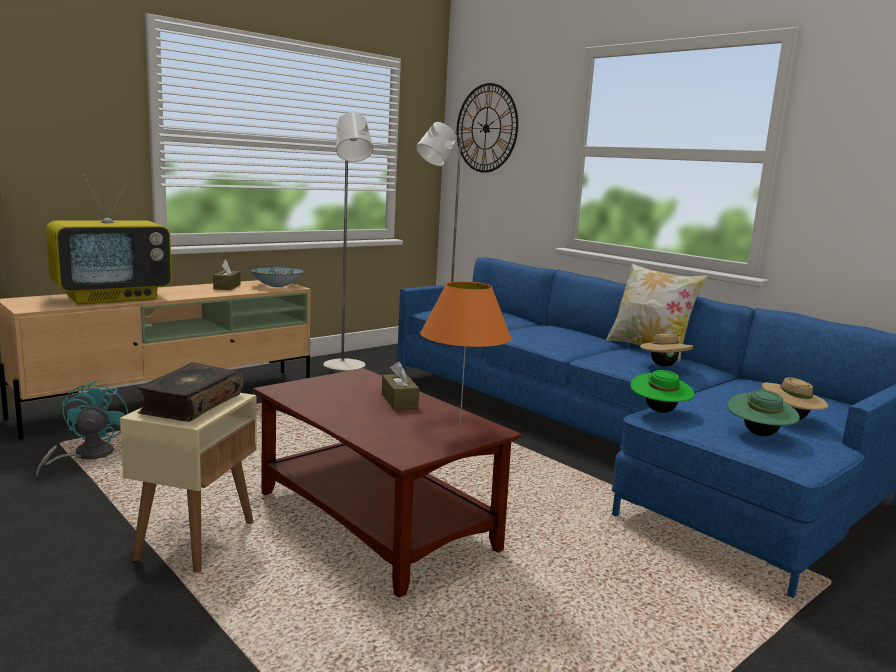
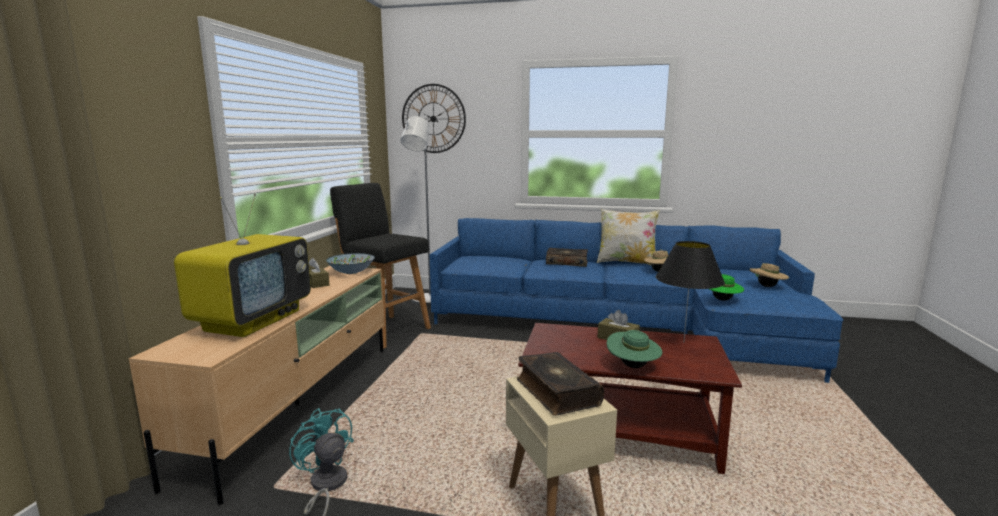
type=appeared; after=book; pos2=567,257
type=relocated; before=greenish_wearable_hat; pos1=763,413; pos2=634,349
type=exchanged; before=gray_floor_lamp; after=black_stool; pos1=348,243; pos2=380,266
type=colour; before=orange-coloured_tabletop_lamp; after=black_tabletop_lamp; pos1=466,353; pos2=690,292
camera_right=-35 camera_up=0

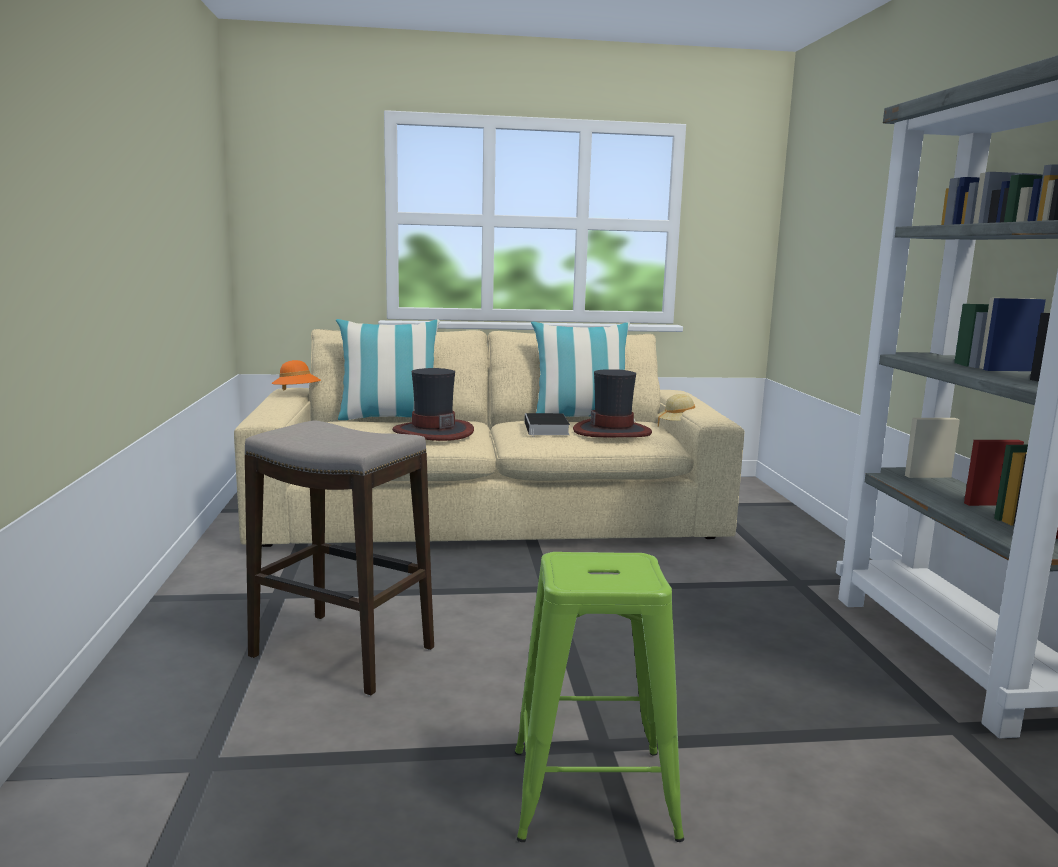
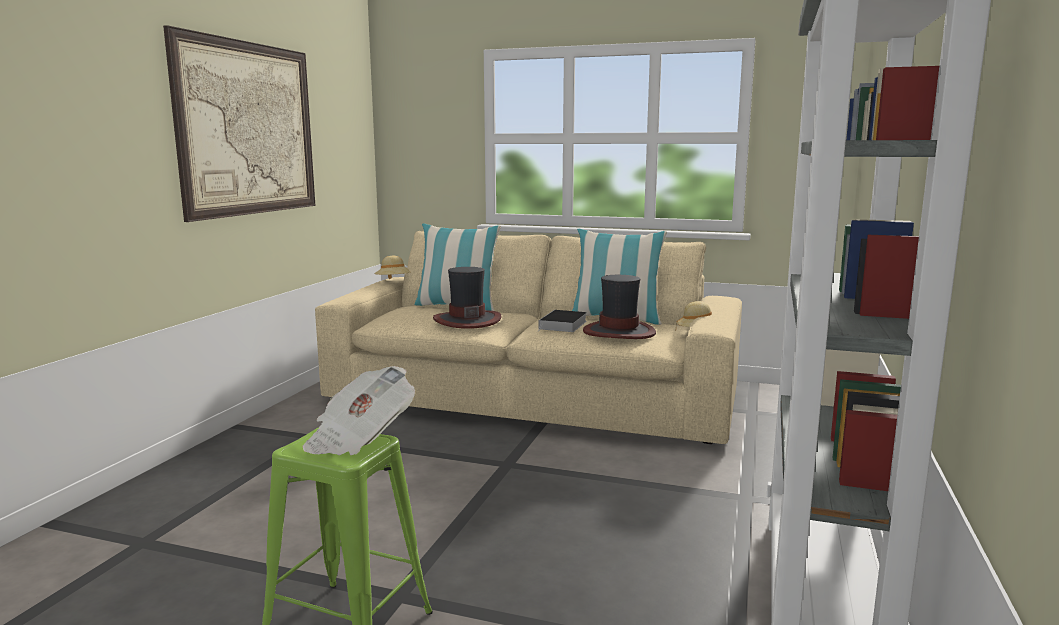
type=missing; before=stool; pos1=339,558
type=appeared; after=picture; pos2=239,123
type=appeared; after=printed_paper; pos2=359,410
type=colour; before=orange-coloured_wearable_hat; after=beige_wearable_hat; pos1=296,375; pos2=392,267
camera_right=25 camera_up=0

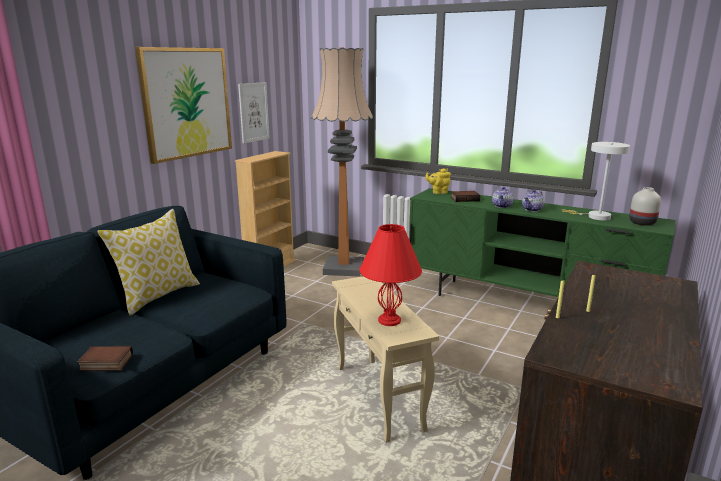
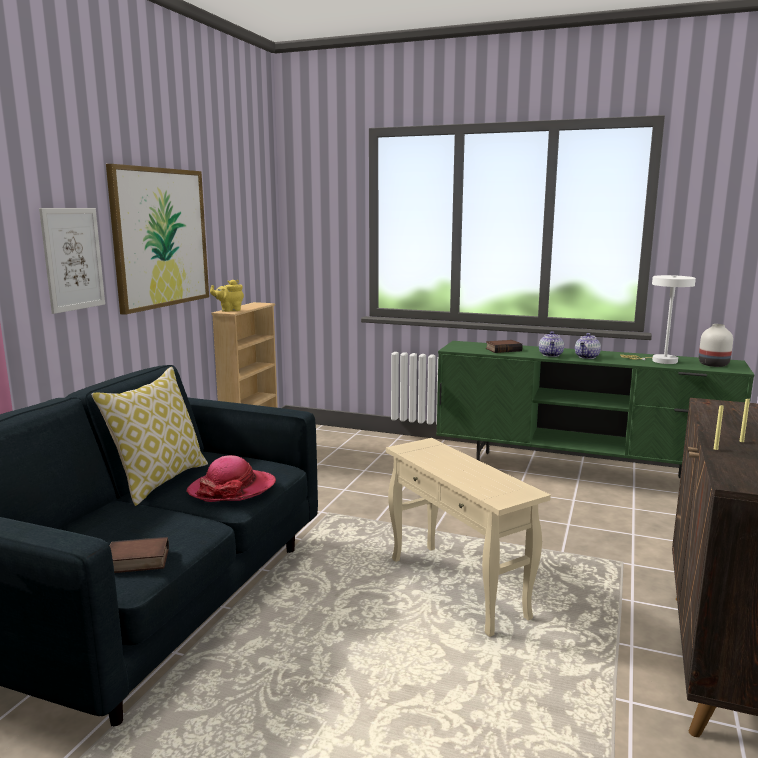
type=missing; before=floor_lamp; pos1=342,162
type=missing; before=red-coloured_tabletop_lamp; pos1=390,275
type=appeared; after=wearable_hat; pos2=231,478
type=relocated; before=picture; pos1=254,113; pos2=72,261
type=relocated; before=yellow_tea_pot; pos1=438,181; pos2=227,295
camera_right=-10 camera_up=-5

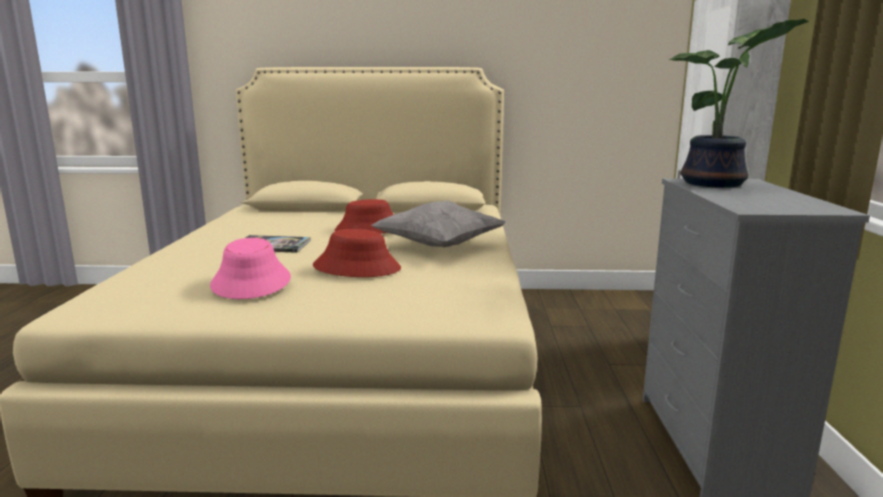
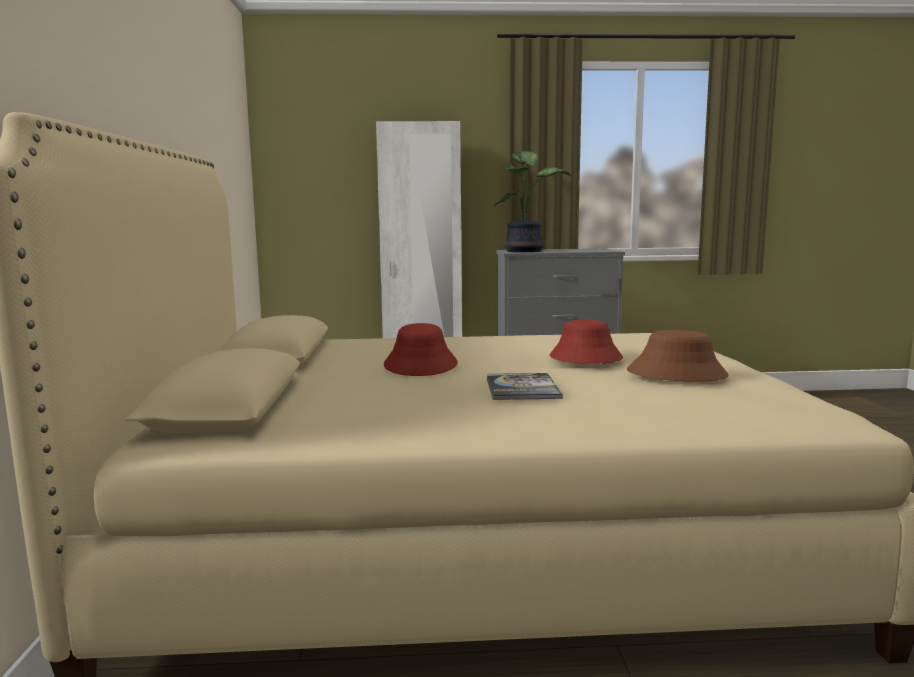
type=missing; before=gray_throw_pillow; pos1=438,223
type=colour; before=pinkish_wearable_hat; after=brown-coloured_wearable_hat; pos1=250,268; pos2=678,356
camera_right=-95 camera_up=-5

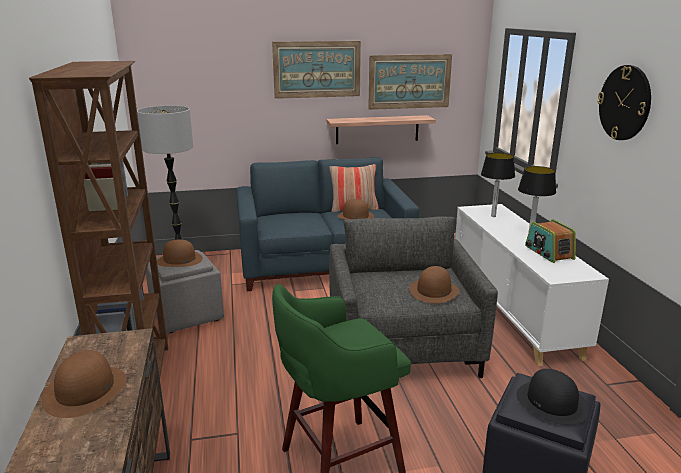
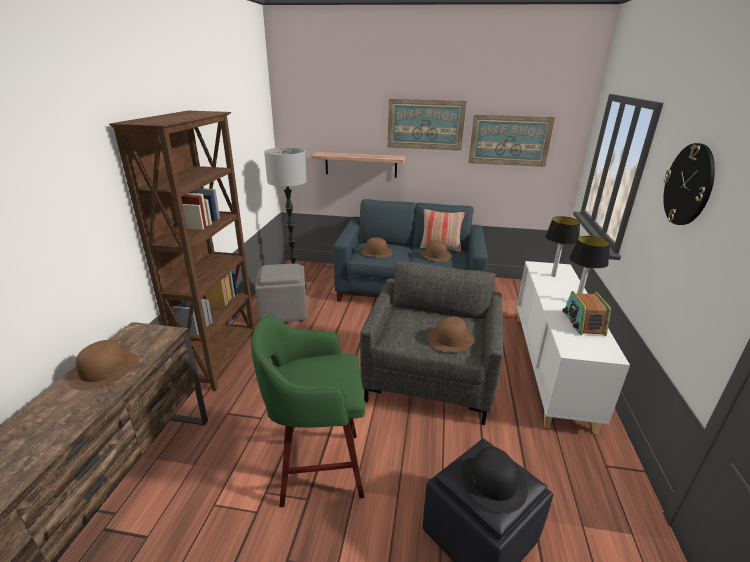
type=relocated; before=brown-coloured_wearable_hat; pos1=180,253; pos2=376,247
type=relocated; before=wall_shelf; pos1=381,129; pos2=359,165
camera_right=20 camera_up=5

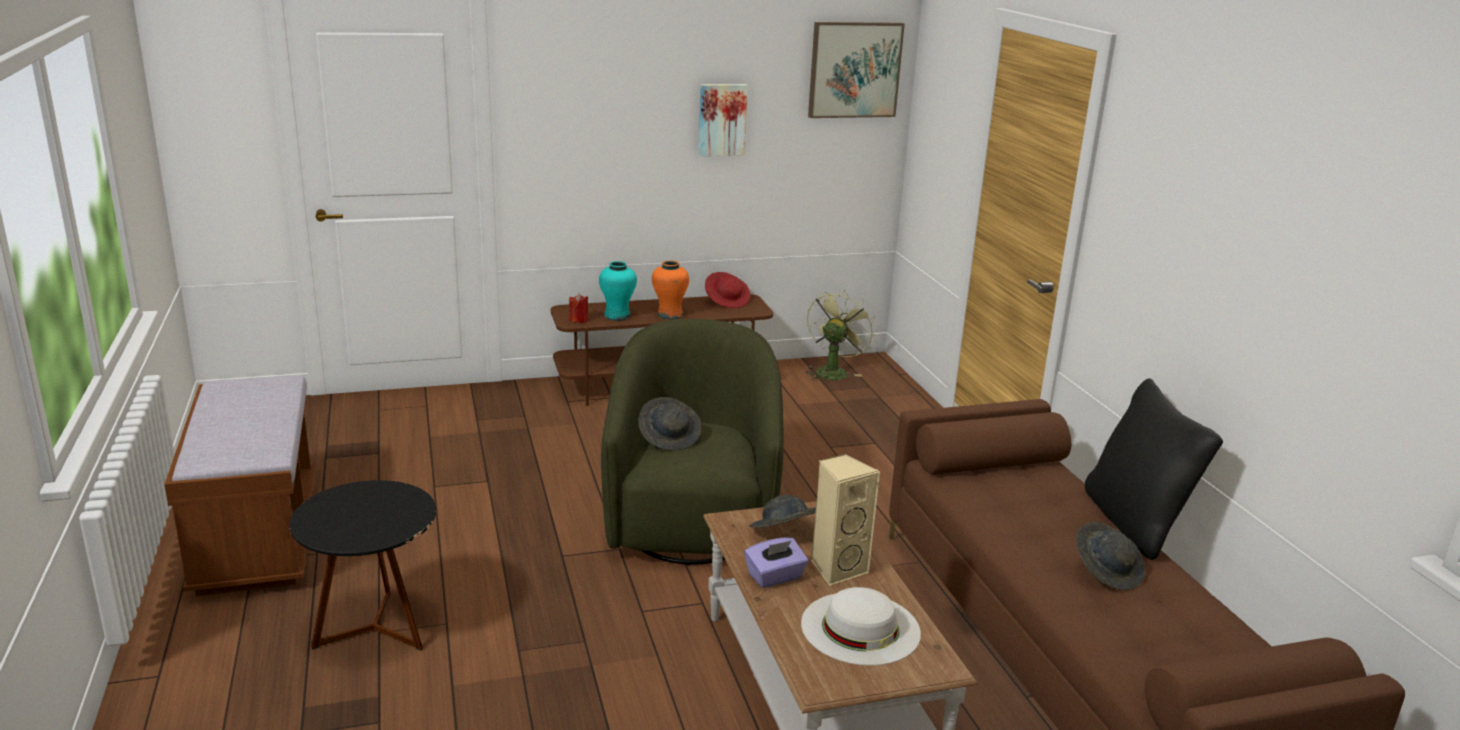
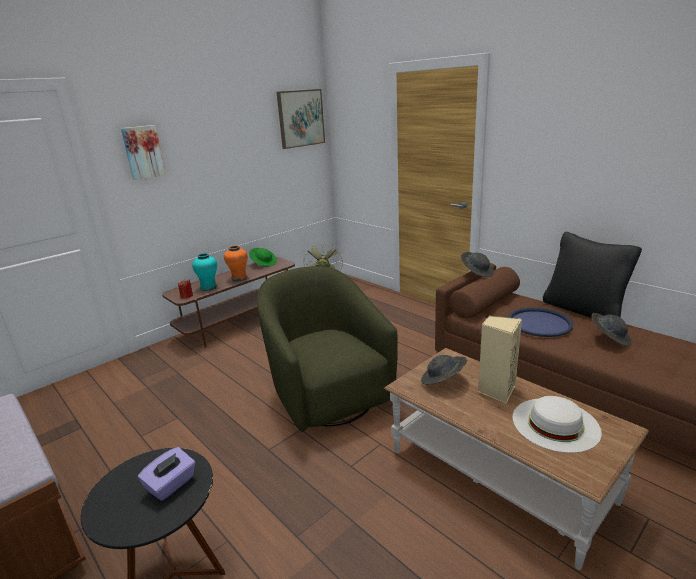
type=appeared; after=blue_carrying_tray; pos2=540,322
type=relocated; before=gray_wearable_hat; pos1=669,424; pos2=477,264
type=relocated; before=picture; pos1=723,120; pos2=143,152
type=relocated; before=purplish_box_of_tissues; pos1=776,562; pos2=166,474
type=colour; before=red-coloured_wearable_hat; after=greenish_wearable_hat; pos1=727,290; pos2=263,257
camera_right=-25 camera_up=0

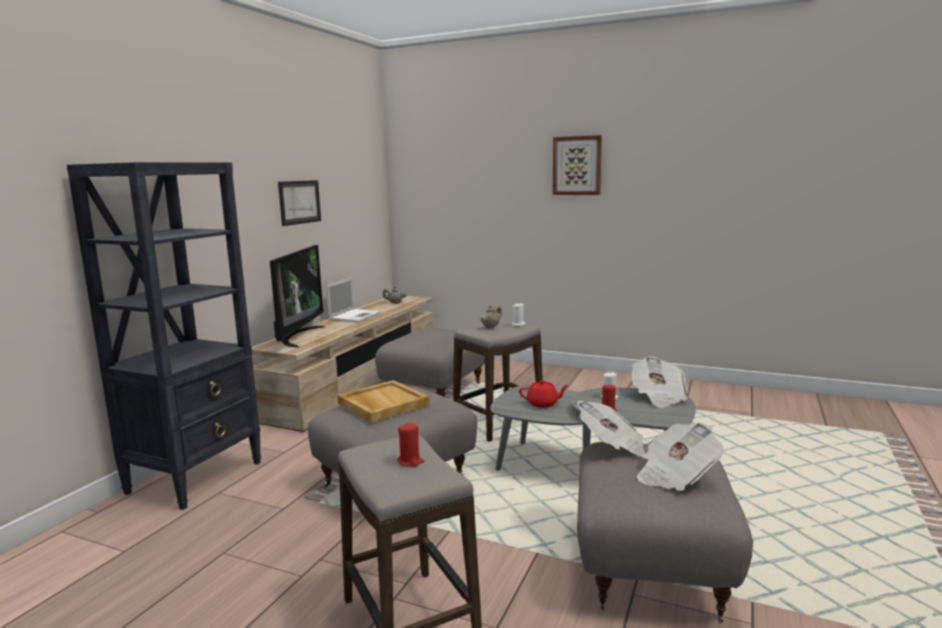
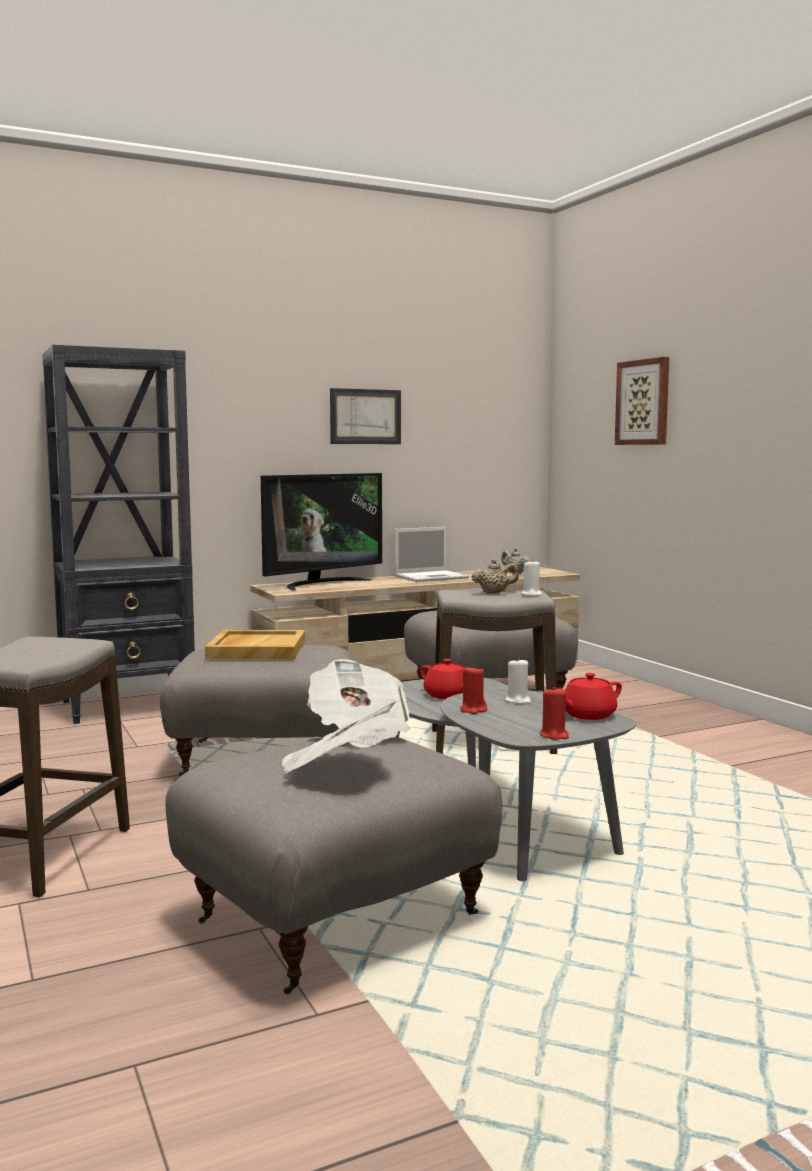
type=relocated; before=red-coloured_wax_light; pos1=410,445; pos2=554,713
type=relocated; before=picture; pos1=577,165; pos2=642,401
type=exchanged; before=printed_paper; after=red-coloured_tea_pot; pos1=659,382; pos2=587,696
camera_right=40 camera_up=-5

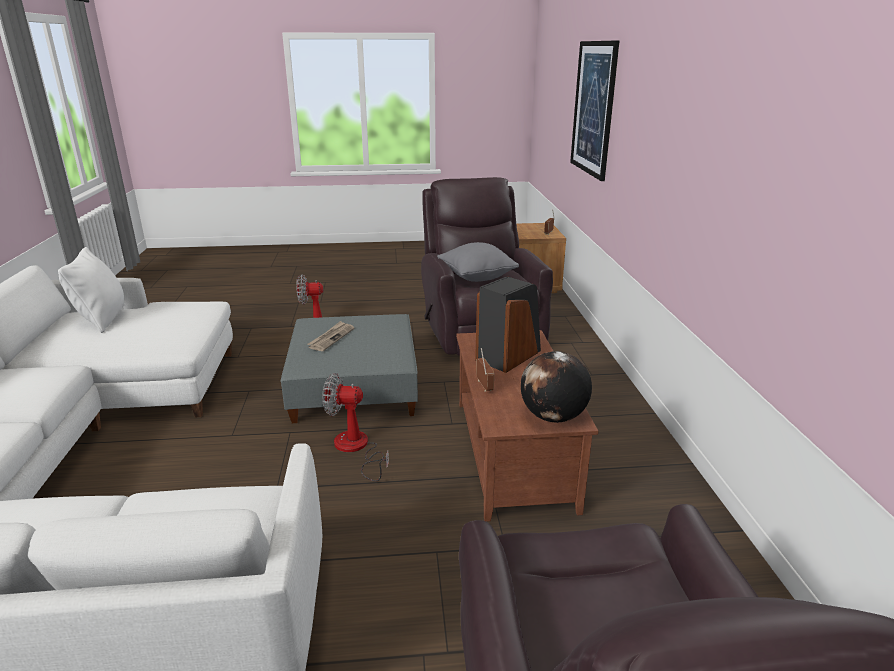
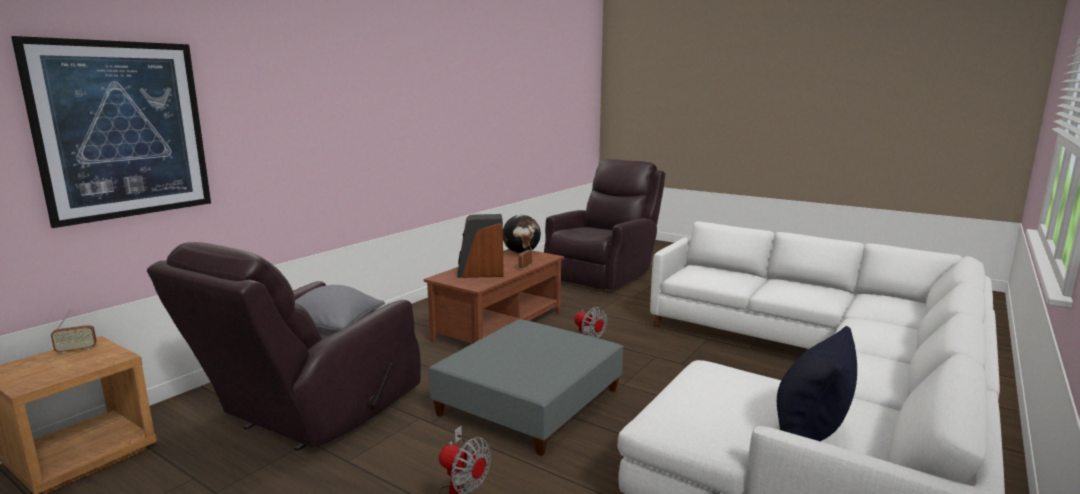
type=missing; before=printed_paper; pos1=330,336
type=colour; before=white-coloured_throw_pillow; after=black_throw_pillow; pos1=91,290; pos2=817,383
camera_right=-140 camera_up=-10

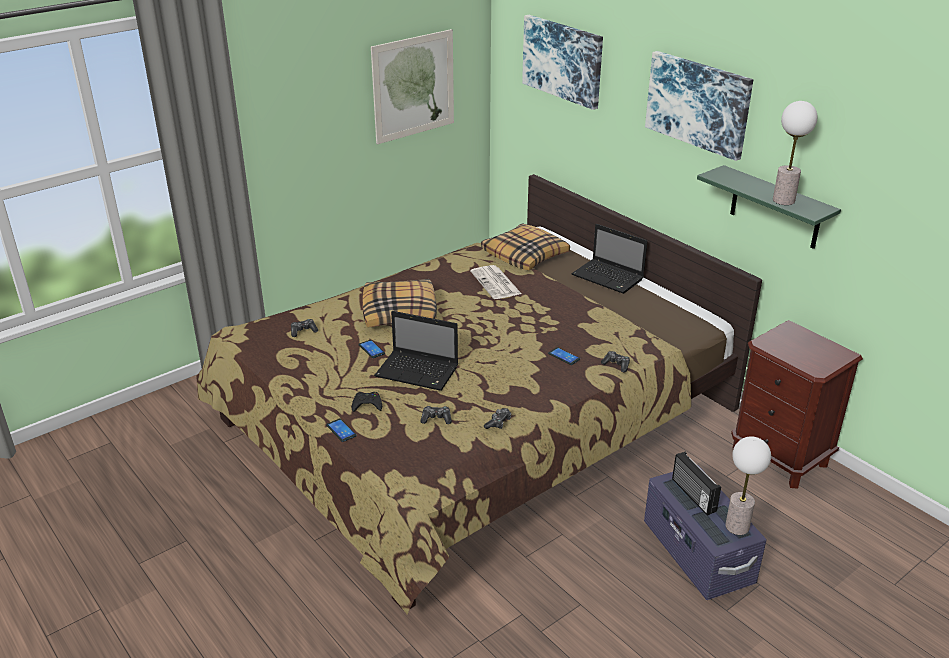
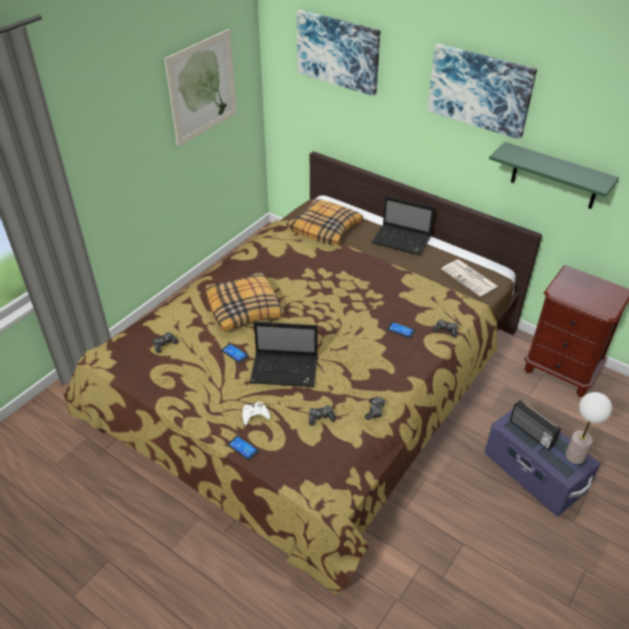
type=missing; before=tabletop_lamp; pos1=795,153
type=relocated; before=printed_paper; pos1=496,282; pos2=469,278
type=colour; before=black_joypad; after=white-coloured_joypad; pos1=367,402; pos2=256,413
camera_right=-15 camera_up=10

